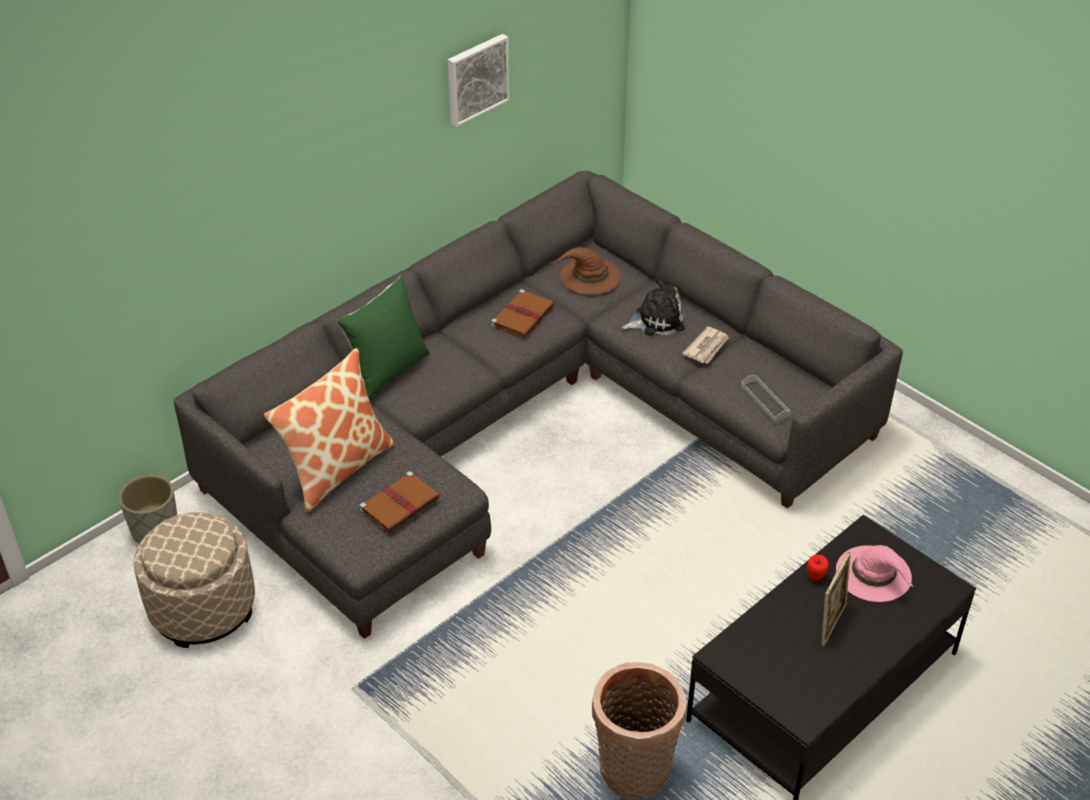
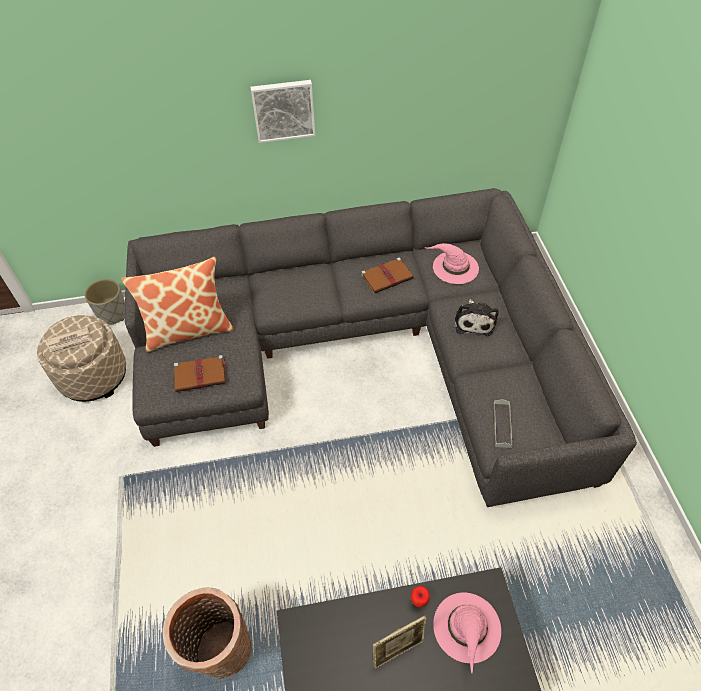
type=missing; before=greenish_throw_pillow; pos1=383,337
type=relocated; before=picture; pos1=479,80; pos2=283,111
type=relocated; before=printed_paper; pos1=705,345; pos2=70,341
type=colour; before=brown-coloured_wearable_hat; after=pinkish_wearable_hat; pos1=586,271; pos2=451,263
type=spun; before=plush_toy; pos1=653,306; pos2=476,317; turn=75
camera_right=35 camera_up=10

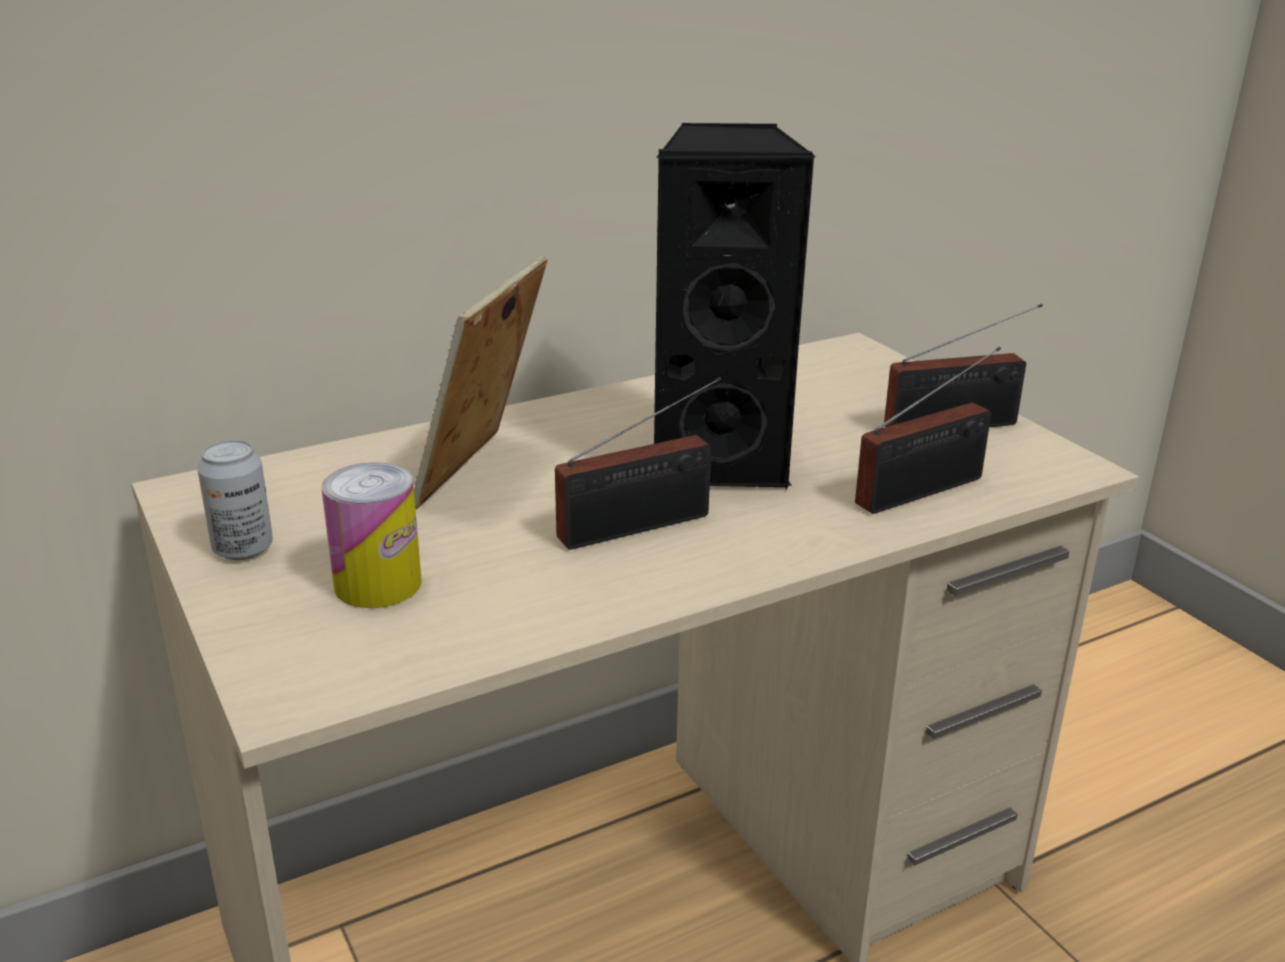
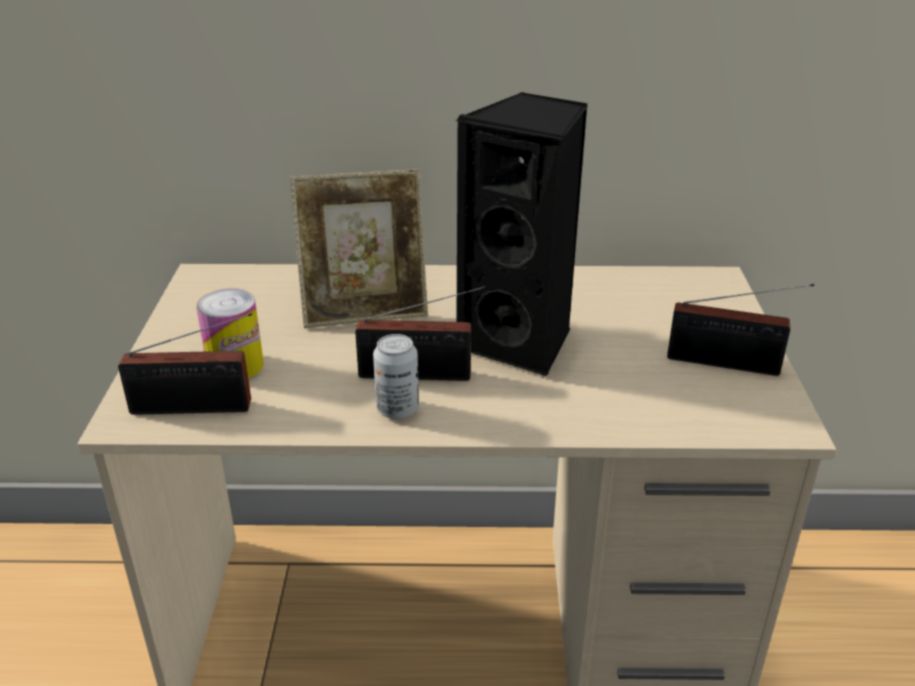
type=relocated; before=sealed_can; pos1=235,500; pos2=396,376
type=relocated; before=radio; pos1=928,430; pos2=185,364
type=spun; before=picture_frame; pos1=481,382; pos2=359,248; turn=-150
camera_right=30 camera_up=5

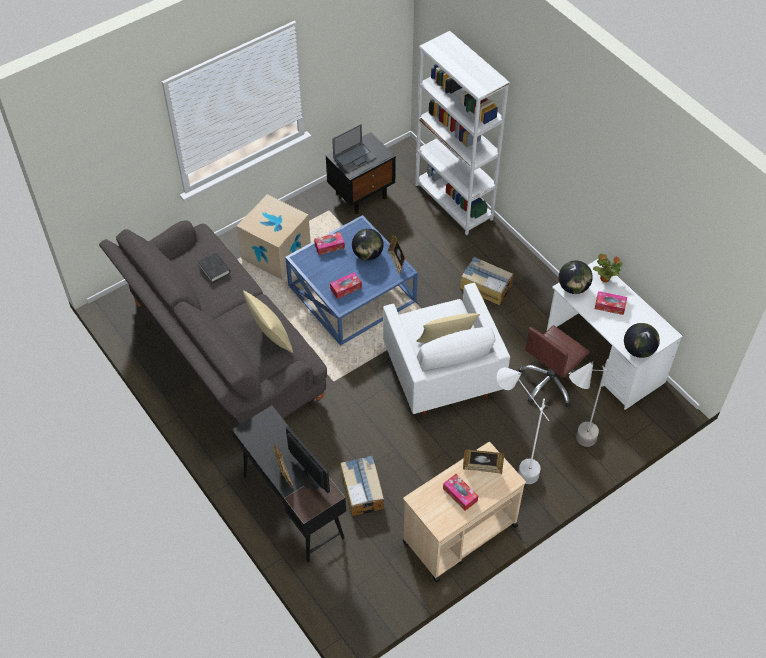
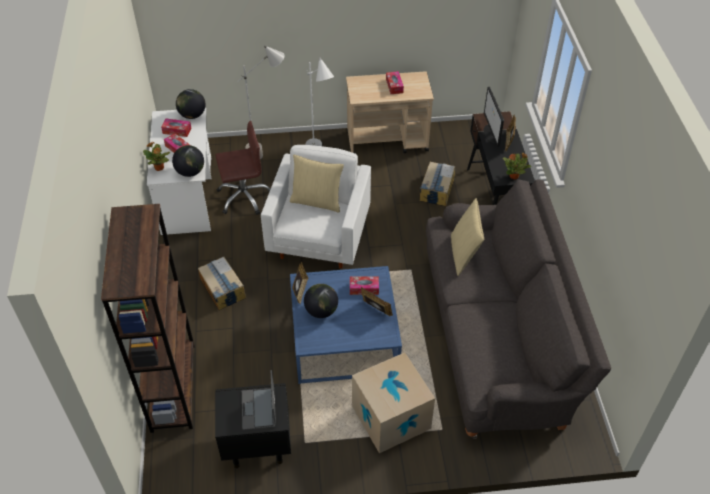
type=missing; before=black_book; pos1=214,268
type=appeared; after=potted_plant; pos2=517,166
type=relocated; before=box_of_tissues; pos1=329,243; pos2=176,128
type=relocated; before=picture_frame; pos1=483,462; pos2=377,301
type=colour; before=white-coloured_bookshelf; after=brown-coloured_bookshelf; pos1=462,133; pos2=148,318
type=spun; before=portable_computer; pos1=354,148; pos2=259,400; turn=-90
camera_right=-150 camera_up=-5

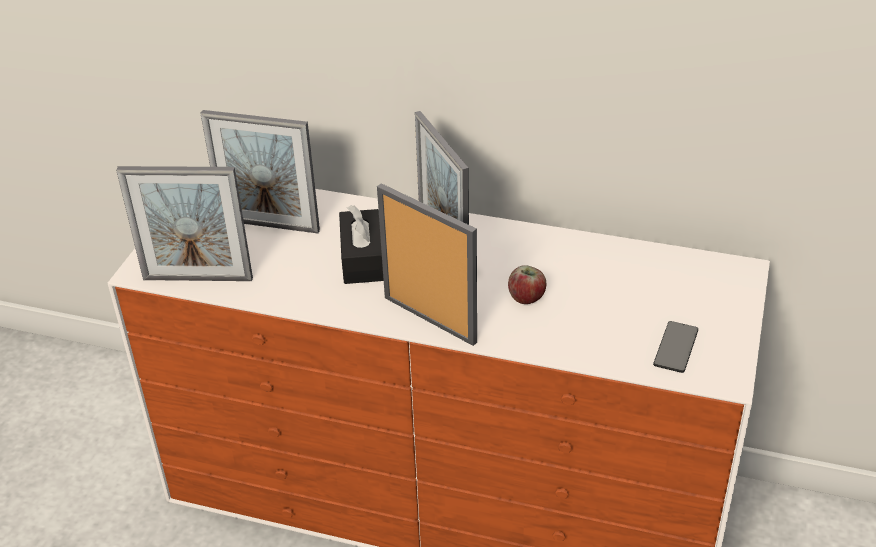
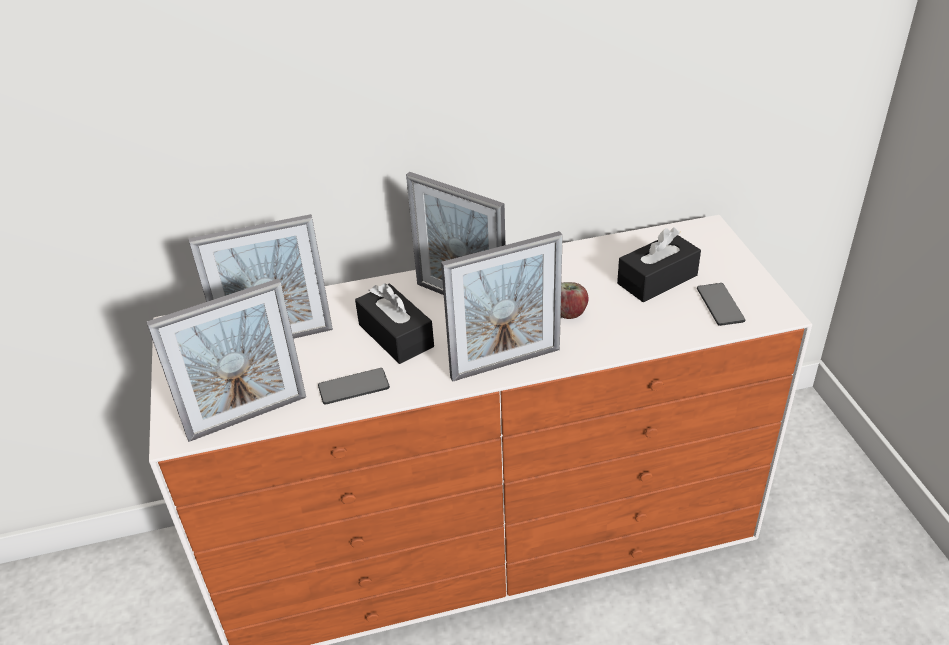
type=appeared; after=handset; pos2=354,386
type=appeared; after=black_box_of_tissues; pos2=659,264
type=spun; before=picture_frame; pos1=427,264; pos2=502,306; turn=150
camera_right=-30 camera_up=0

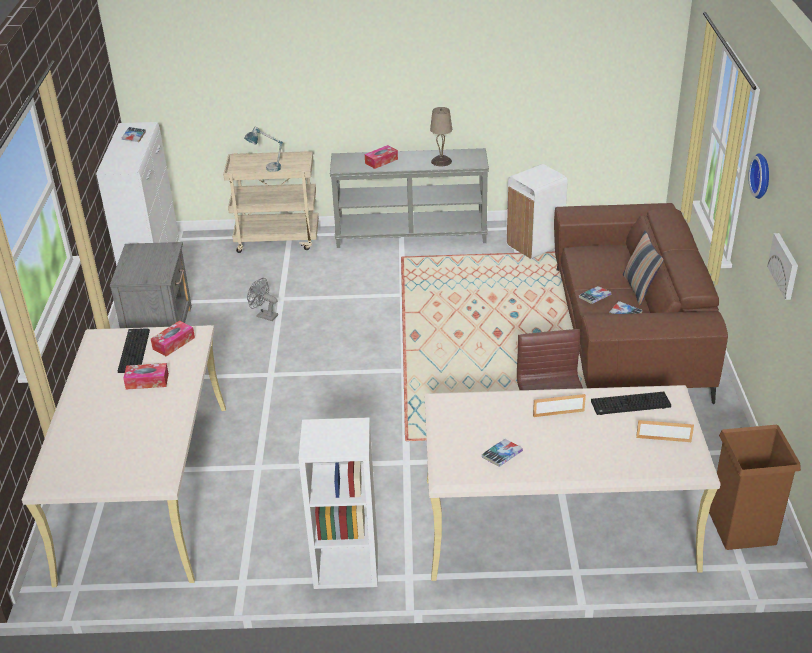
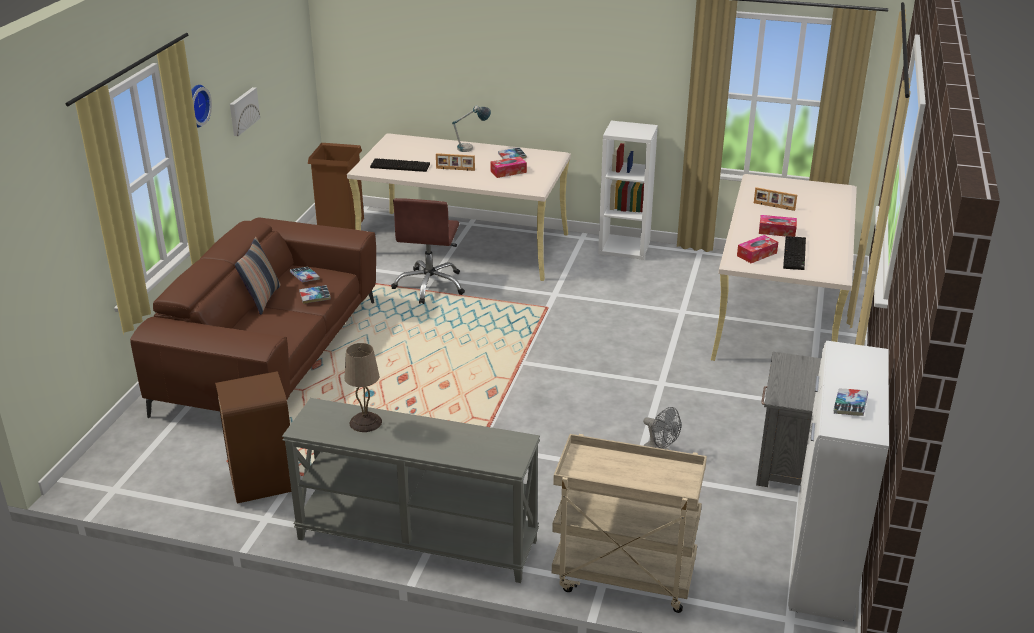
type=relocated; before=tabletop_lamp; pos1=263,149; pos2=471,128
type=relocated; before=box_of_tissues; pos1=381,157; pos2=508,167
type=relocated; before=picture_frame; pos1=665,431; pos2=775,199
type=colour; before=white-coloured_waste_bin; after=brown-coloured_waste_bin; pos1=536,211; pos2=253,437
camera_right=-165 camera_up=-5

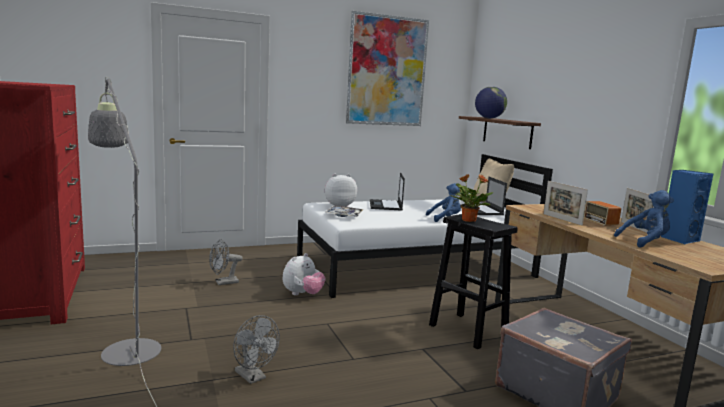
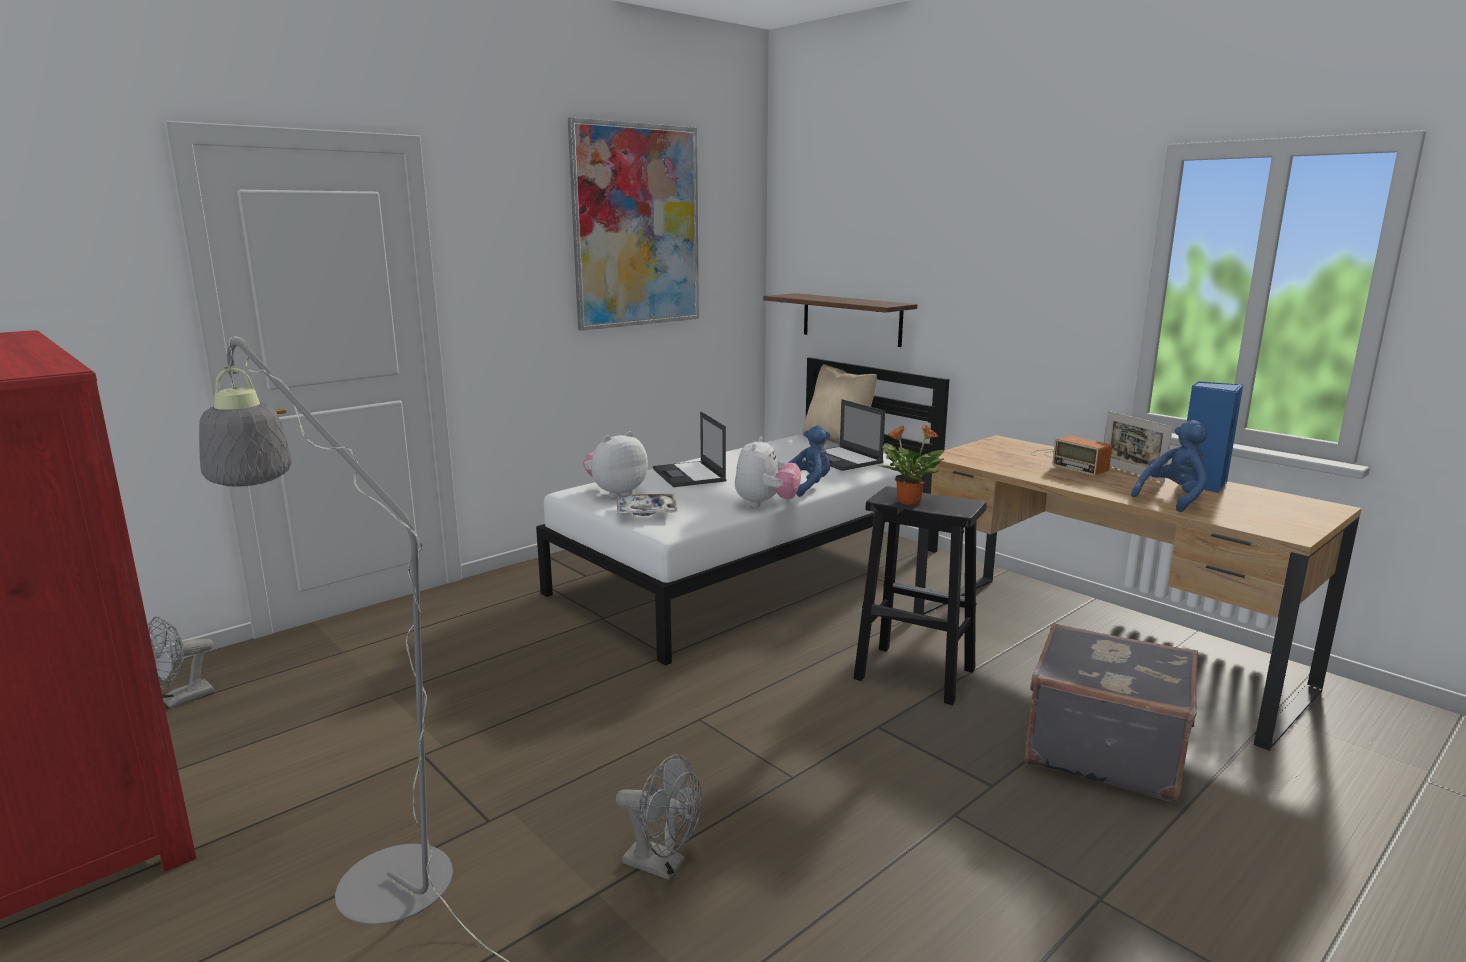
type=missing; before=world_globe; pos1=491,102
type=missing; before=picture_frame; pos1=566,203
type=relocated; before=gray_fan; pos1=226,262; pos2=181,662
type=relocated; before=plush_toy; pos1=304,274; pos2=768,472
camera_right=-20 camera_up=5

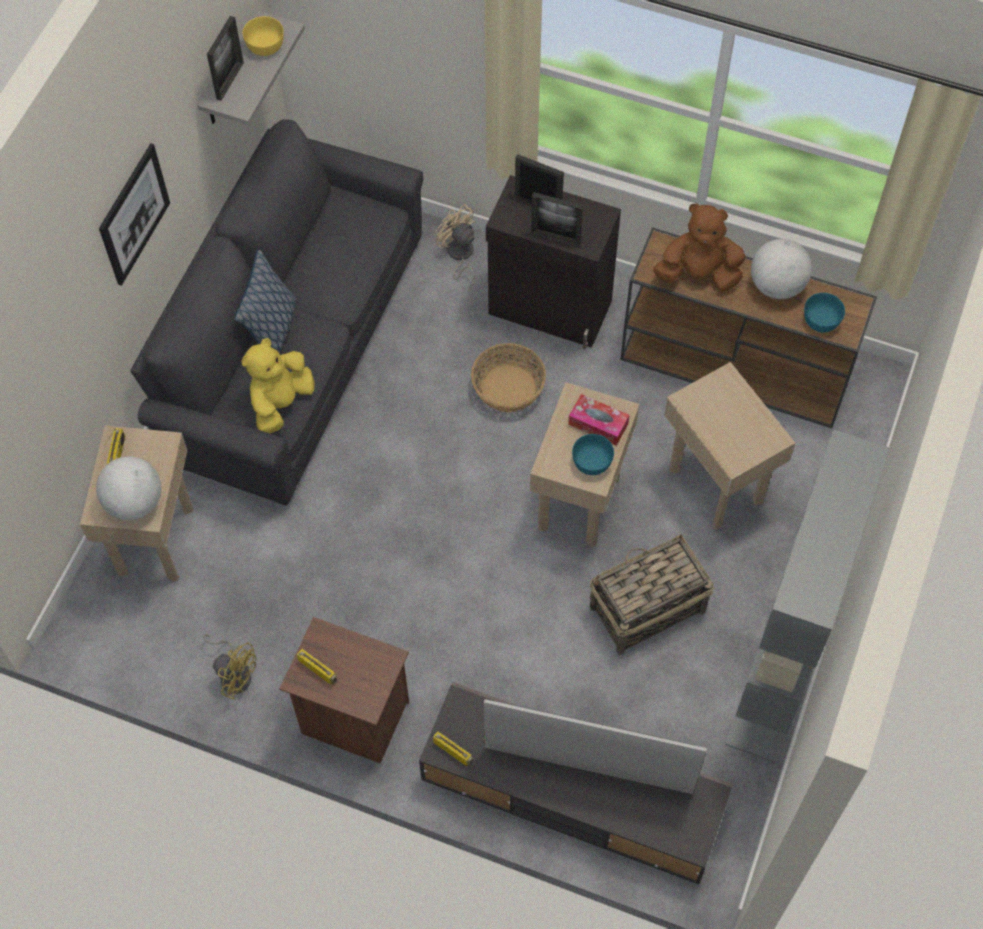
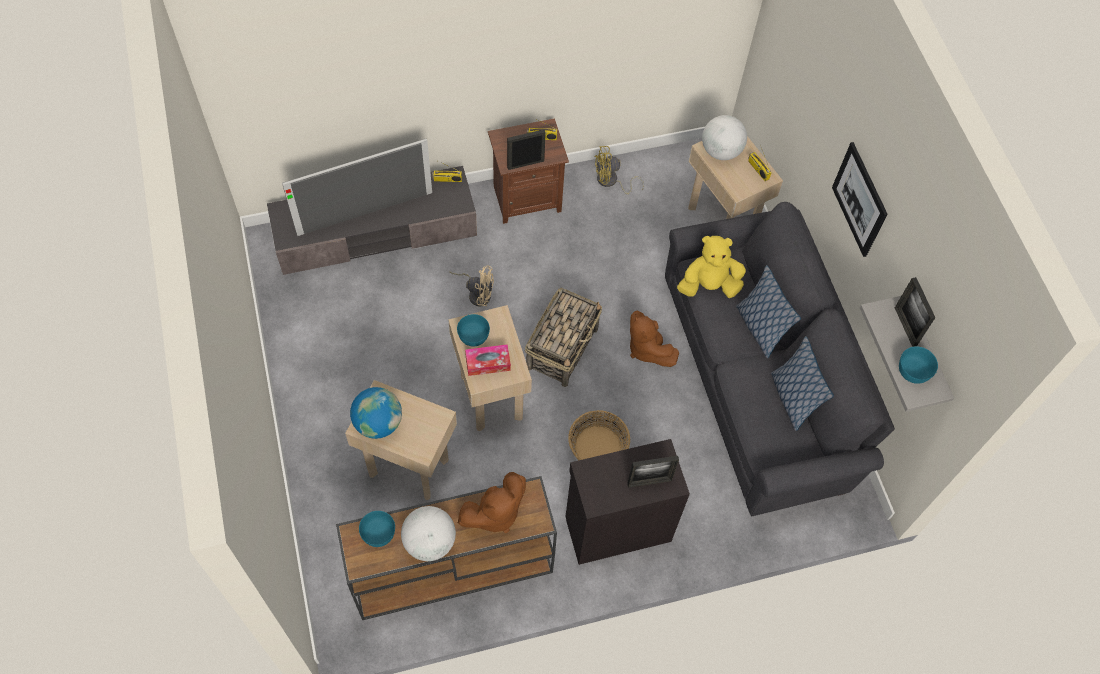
type=missing; before=gray_bookshelf; pos1=808,595
type=appeared; after=world_globe; pos2=376,413
type=appeared; after=brown-coloured_plush_toy; pos2=654,338
type=appeared; after=throw_pillow; pos2=802,383
type=relocated; before=beige_fan; pos1=455,247; pos2=472,285
type=relocated; before=picture_frame; pos1=557,219; pos2=526,149
type=relocated; before=storage_basket; pos1=652,594; pos2=563,337
type=colour; before=yellow_bowl; after=blue-green_bowl; pos1=263,36; pos2=918,365
type=spun; before=yellow_plush_toy; pos1=278,385; pos2=711,267; turn=-90
camera_right=140 camera_up=0

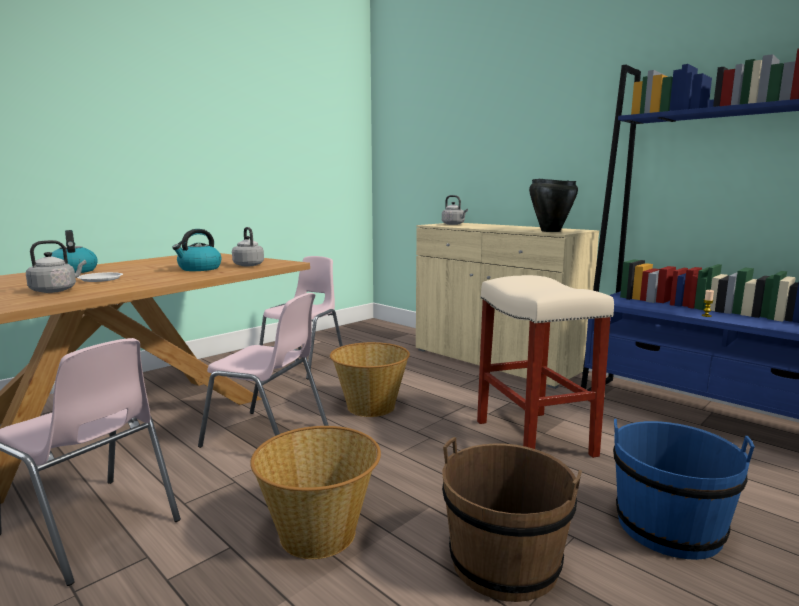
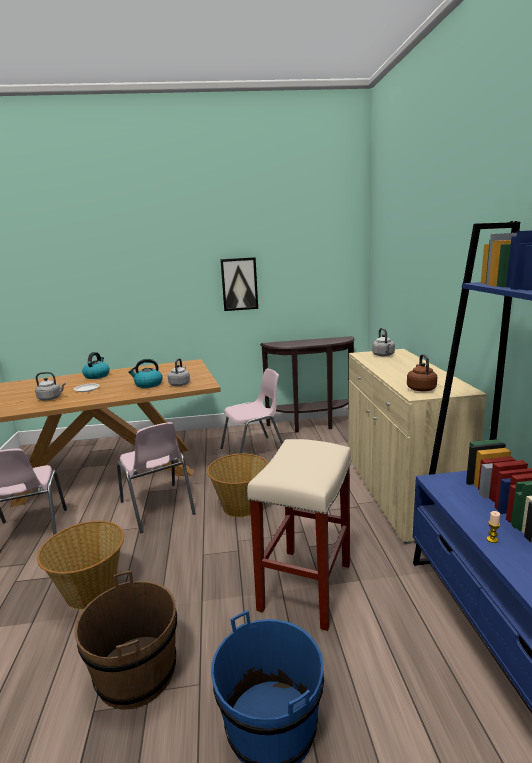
type=appeared; after=picture; pos2=239,284
type=appeared; after=brown-coloured_hall_table; pos2=307,384
type=exchanged; before=black_stockpot; after=brown-coloured_kettle; pos1=553,205; pos2=422,373
camera_right=40 camera_up=5

